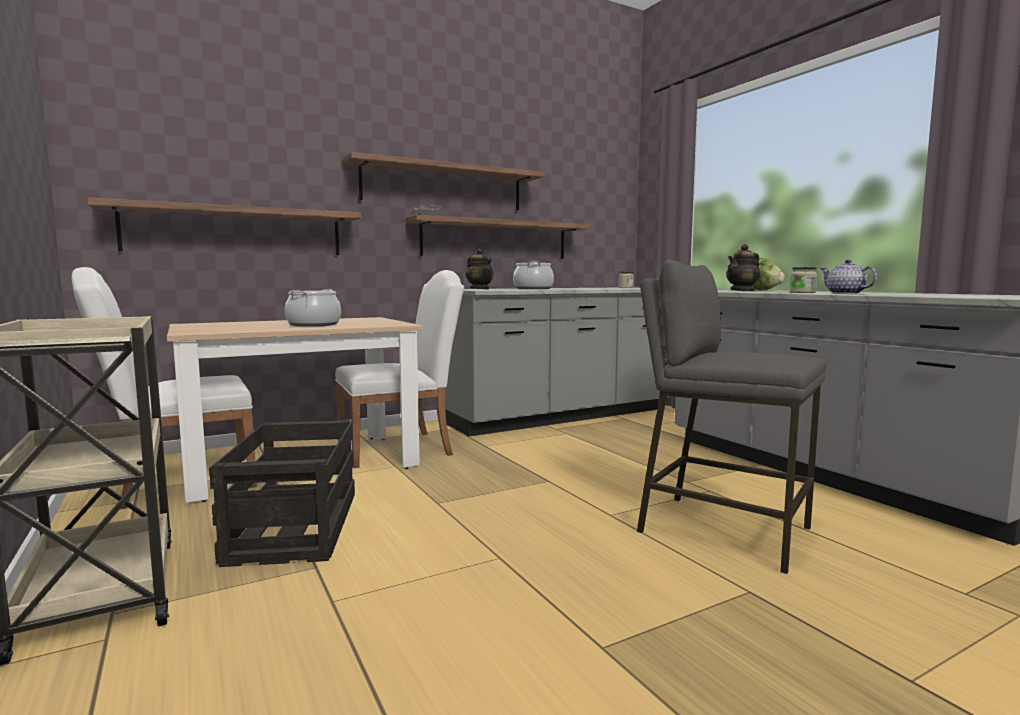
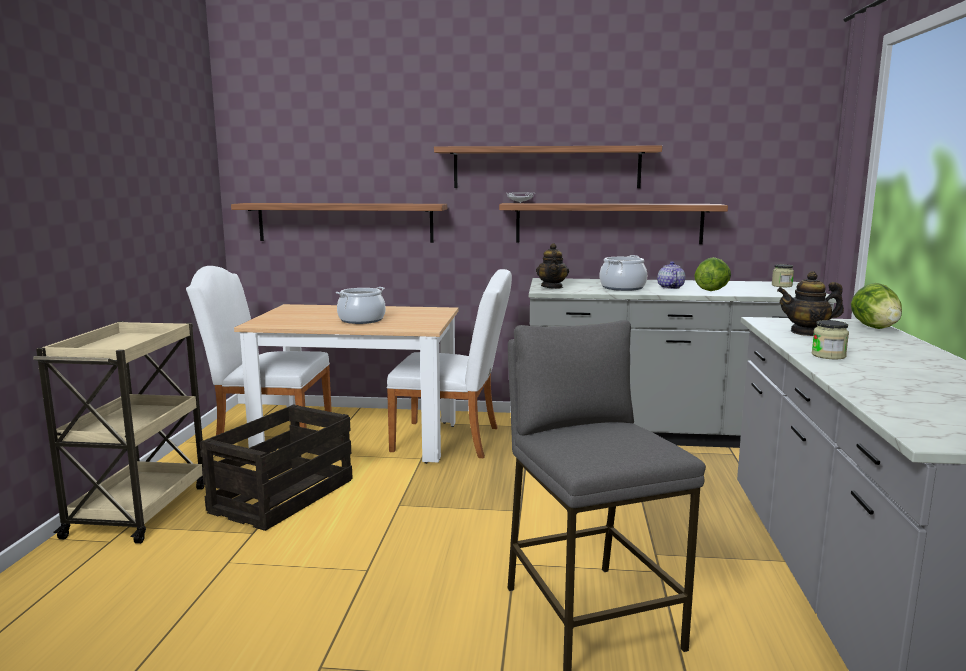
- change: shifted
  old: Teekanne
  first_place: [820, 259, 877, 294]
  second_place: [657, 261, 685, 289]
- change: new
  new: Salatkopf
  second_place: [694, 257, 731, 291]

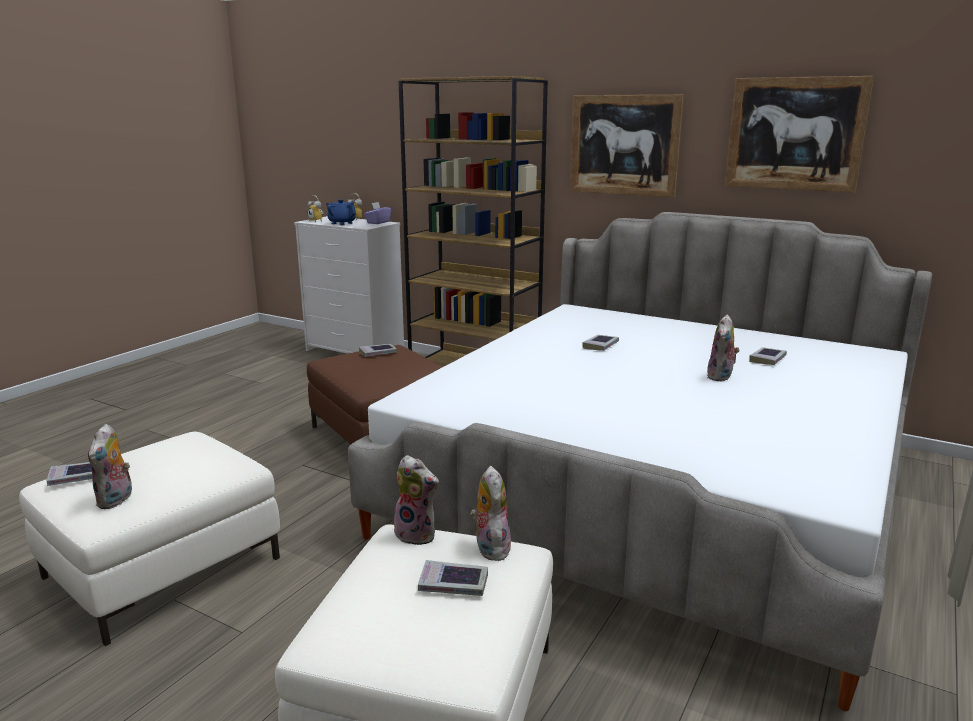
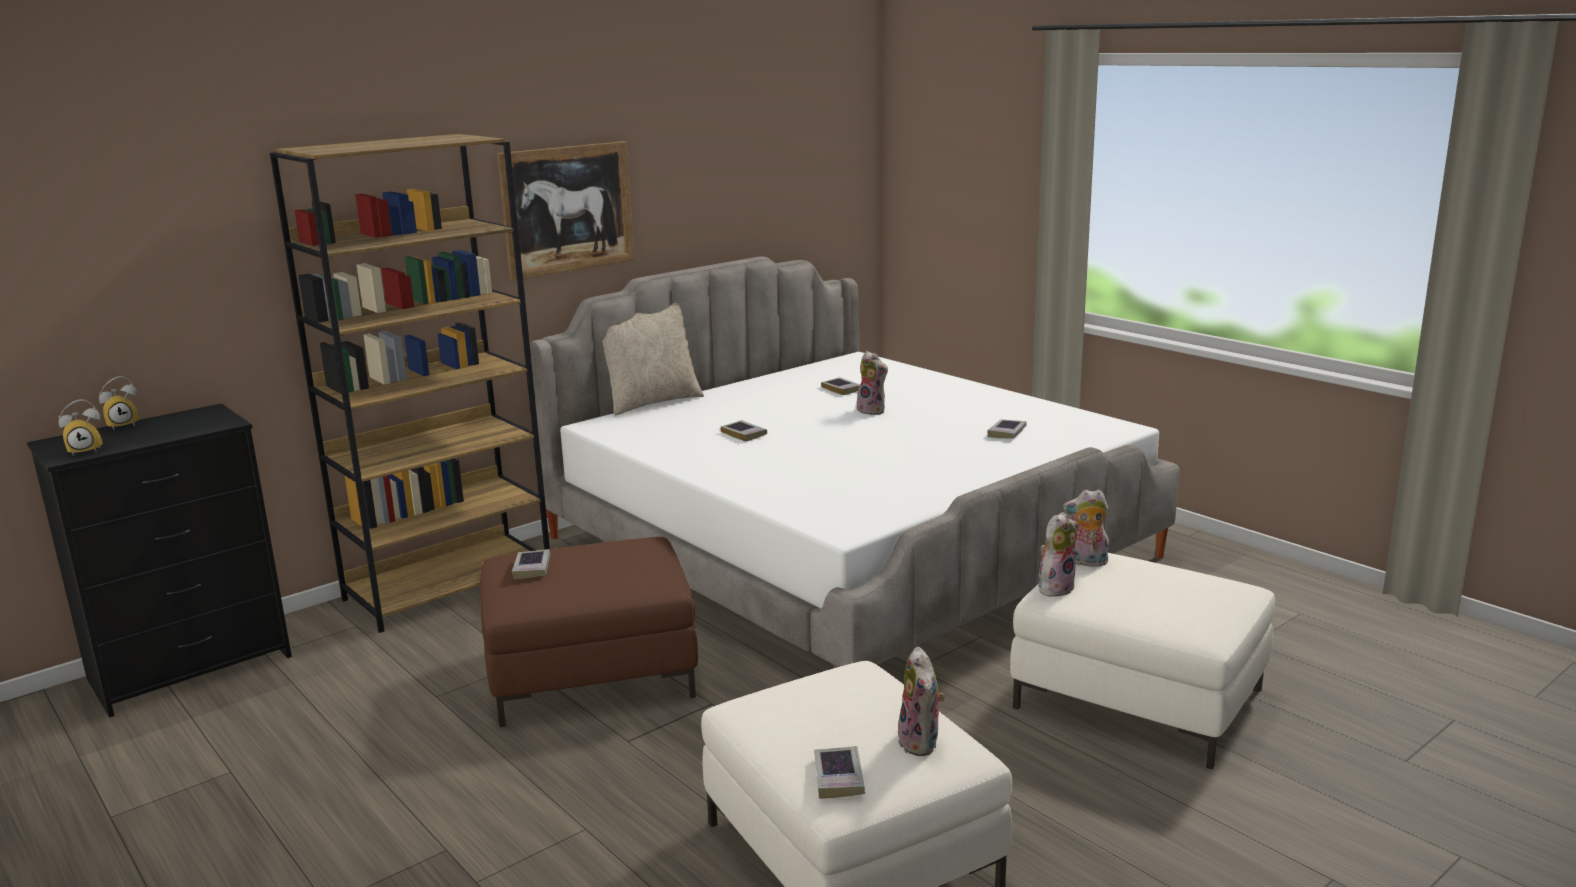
- change: repainted
  old: Kommode (weiß)
  new: Kommode (schwarz)
  first_place: [294, 216, 404, 354]
  second_place: [27, 403, 292, 717]
- change: new
  new: Kissen (beige)
  second_place: [603, 303, 704, 415]
- change: rotated
  old: Plüschtier
  first_place: [88, 424, 132, 509]
  second_place: [896, 647, 945, 756]
  degrees: 60
- change: shifted
  old: Buch
  first_place: [418, 560, 488, 596]
  second_place: [988, 419, 1027, 439]
- change: gone
  old: Teekanne (blau)
  first_place: [326, 199, 356, 225]
- change: gone
  old: Taschentuchbox (lila)
  first_place: [364, 202, 391, 224]
- change: gone
  old: Bild
  first_place: [725, 76, 874, 193]

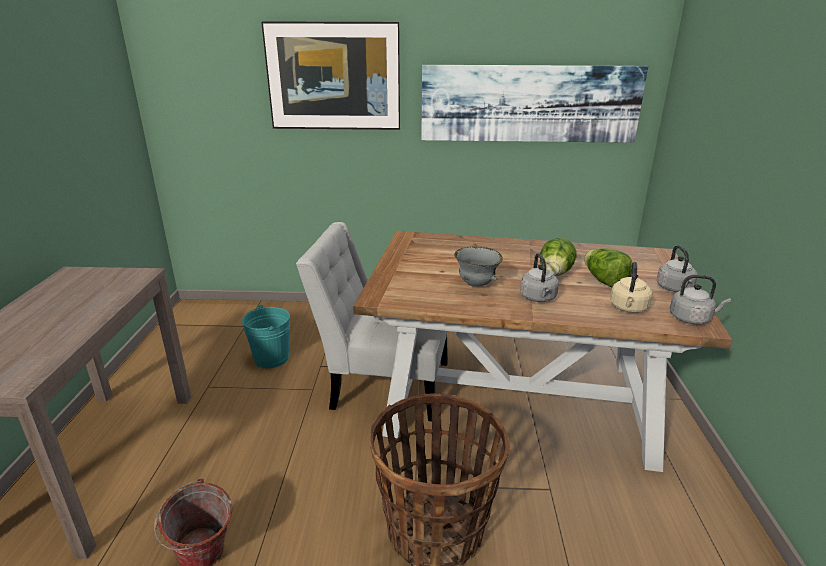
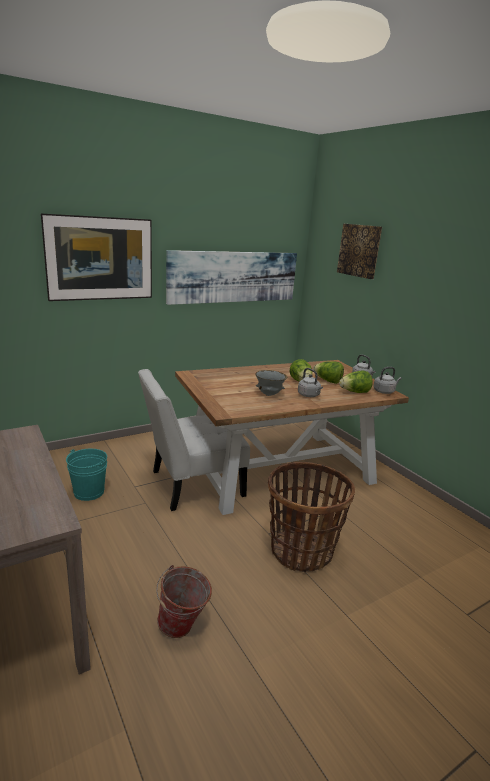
- change: new
  new: Bild
  second_place: [337, 224, 382, 279]
- change: swapped
  old: Wasserkessel (beige)
  new: Salatkopf
  first_place: [610, 262, 653, 313]
  second_place: [339, 371, 373, 393]

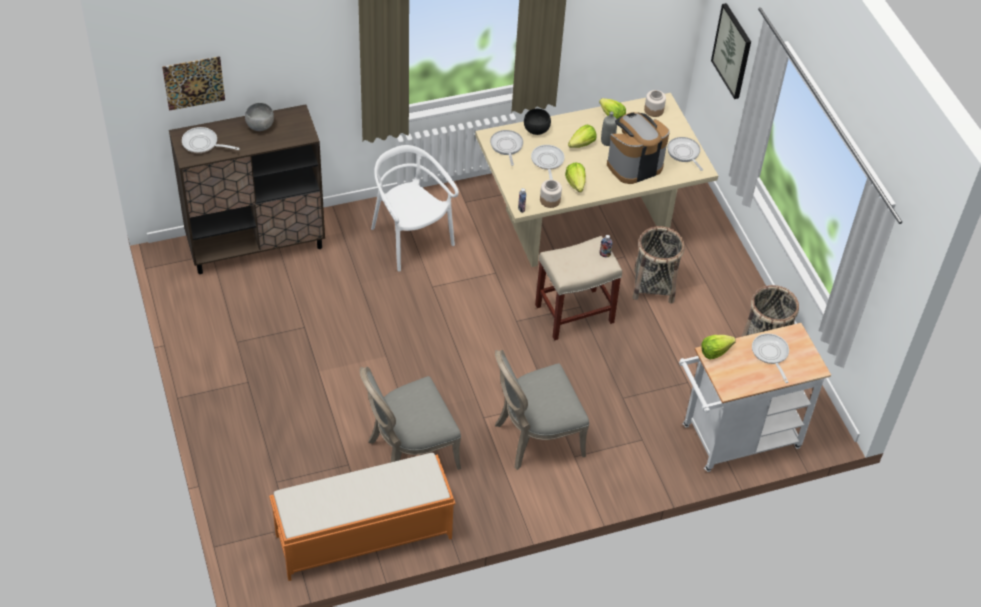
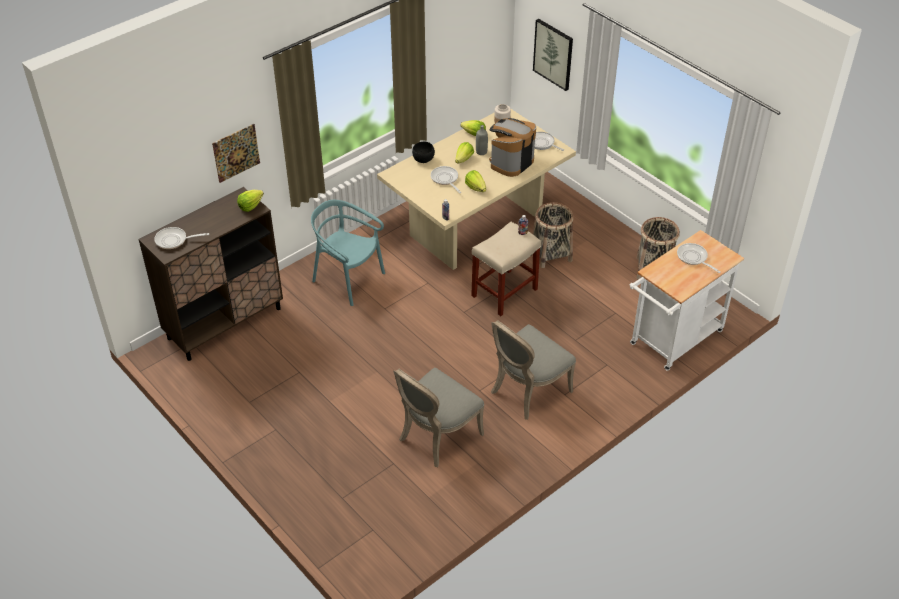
- change: shifted
  old: Bild
  first_place: [162, 56, 225, 111]
  second_place: [212, 124, 260, 183]
- change: shifted
  old: Salatkopf
  first_place: [701, 335, 736, 360]
  second_place: [237, 190, 264, 212]
- change: repainted
  old: Stuhl (weiß)
  new: Stuhl (türkis)
  first_place: [371, 145, 459, 271]
  second_place: [311, 200, 385, 306]
- change: gone
  old: Schüssel (grau)
  first_place: [245, 103, 274, 131]
- change: gone
  old: Bank (orange)
  first_place: [269, 453, 456, 581]
- change: gone
  old: Pfanne
  first_place: [490, 130, 523, 166]
- change: gone
  old: Vorratsglas
  first_place: [540, 180, 562, 208]

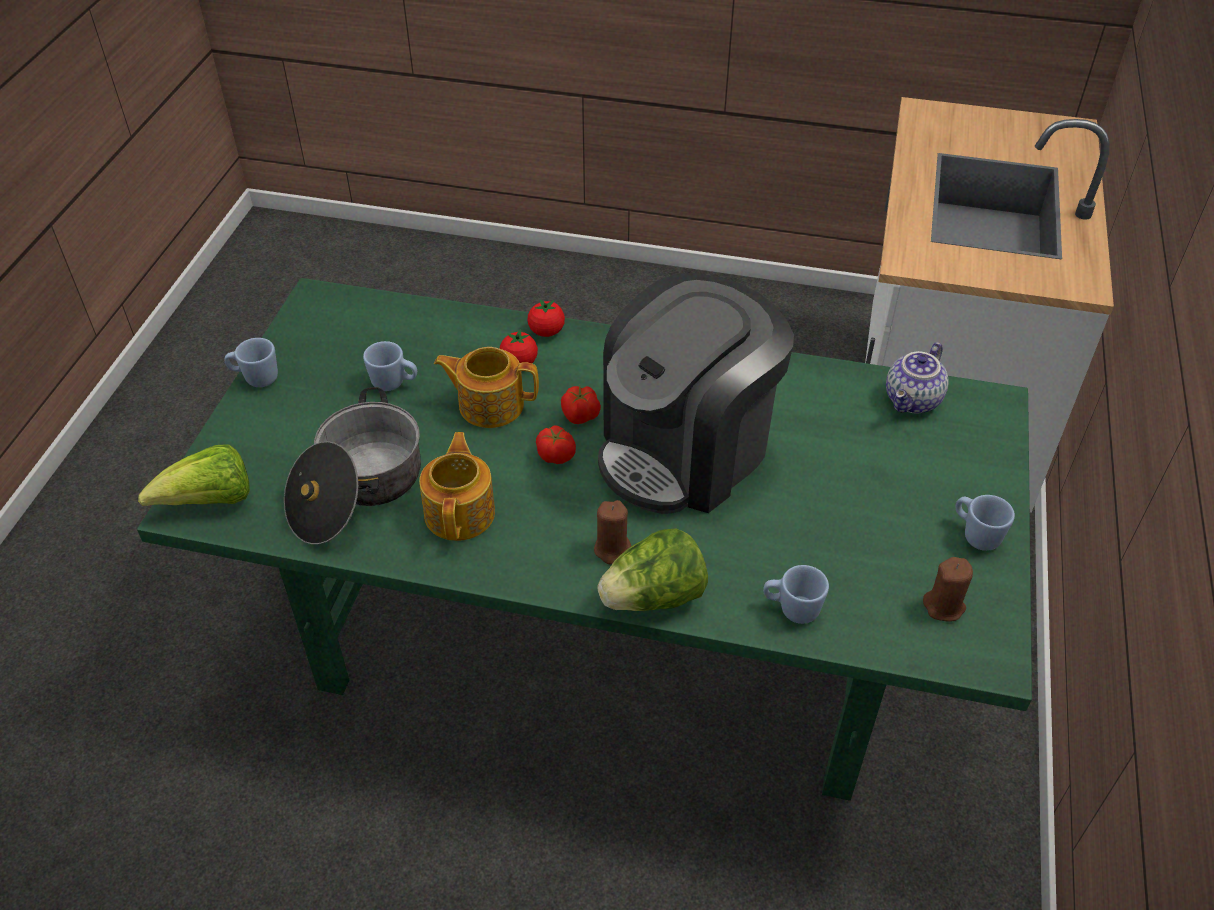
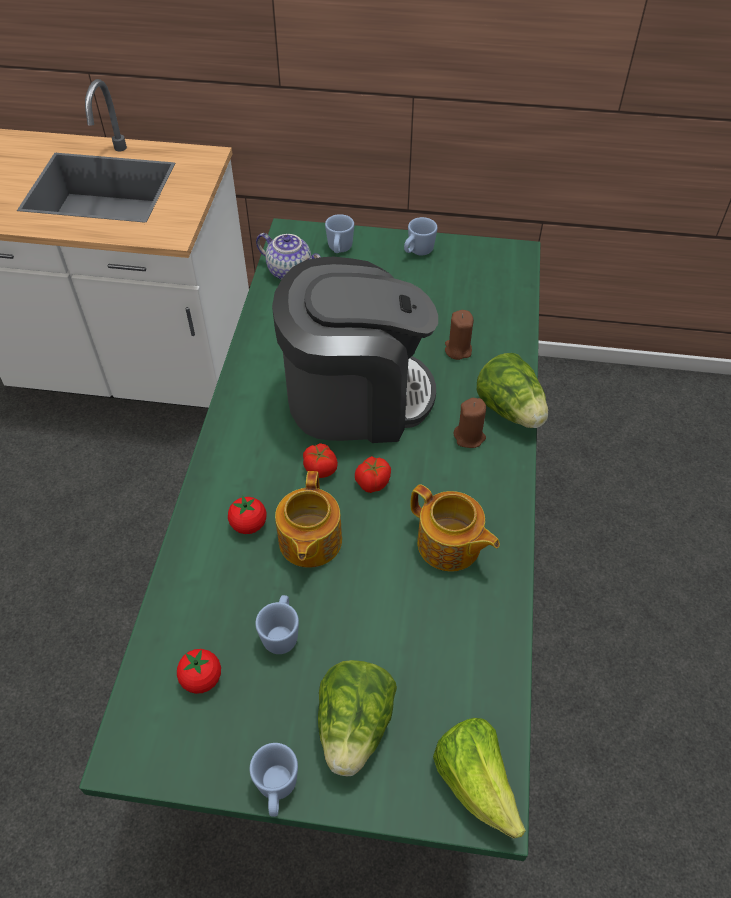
- change: shifted
  old: Tomate
  first_place: [528, 299, 565, 337]
  second_place: [177, 649, 221, 694]
- change: rotated
  old: Kaffeemaschine
  first_place: [598, 273, 794, 514]
  second_place: [272, 257, 438, 443]
  degrees: -45
- change: new
  new: Salatkopf
  second_place: [318, 660, 397, 776]
- change: shifted
  old: Henkelbecher (blau)
  first_place: [763, 565, 829, 624]
  second_place: [325, 214, 354, 253]
- change: rotated
  old: Teekanne
  first_place: [419, 432, 495, 541]
  second_place: [411, 484, 500, 572]
  degrees: -135
- change: shifted
  old: Kerze (braun)
  first_place: [923, 557, 973, 622]
  second_place: [445, 310, 474, 360]
- change: gone
  old: Kochtopf
  first_place: [284, 387, 421, 544]

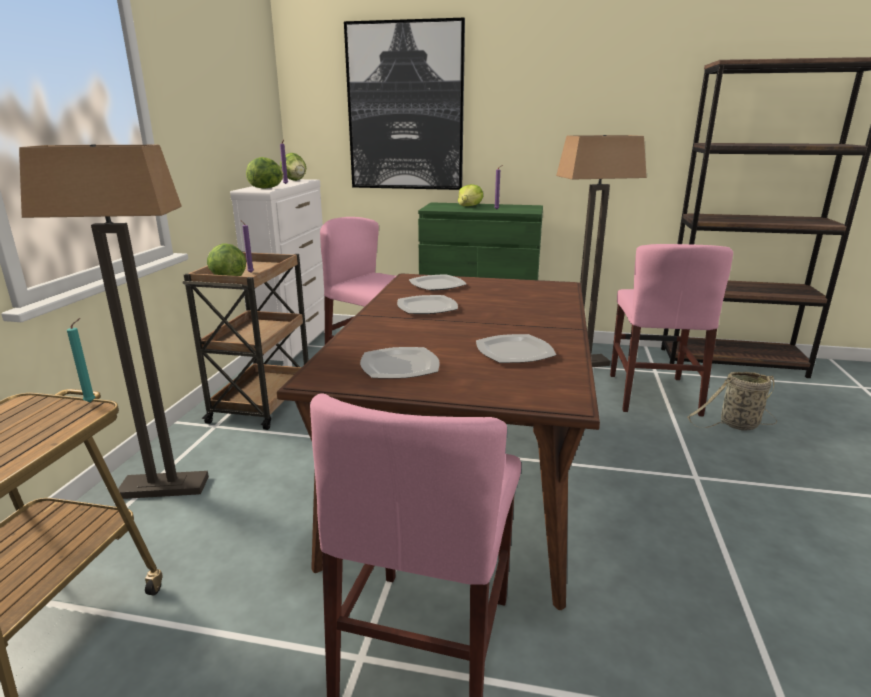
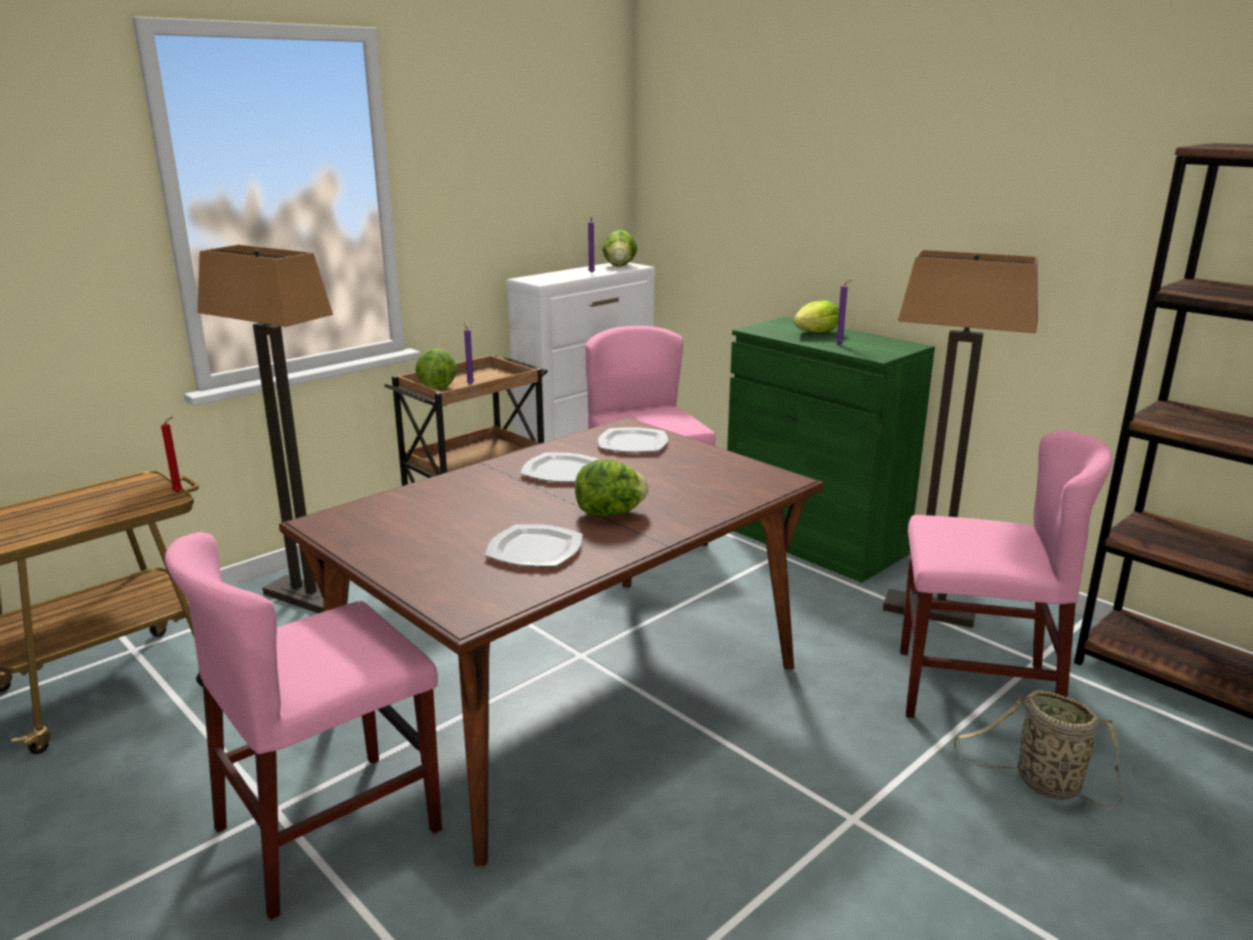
- change: repainted
  old: Kerze (türkis)
  new: Kerze (rot)
  first_place: [67, 318, 95, 402]
  second_place: [161, 417, 183, 492]
- change: shifted
  old: Salatkopf
  first_place: [246, 157, 284, 188]
  second_place: [575, 459, 648, 516]
- change: rotated
  old: Stuhl (rosa)
  first_place: [610, 244, 733, 417]
  second_place: [900, 430, 1112, 718]
  degrees: -120
- change: gone
  old: Bild
  first_place: [344, 18, 465, 190]
- change: gone
  old: Teller
  first_place: [360, 347, 440, 379]

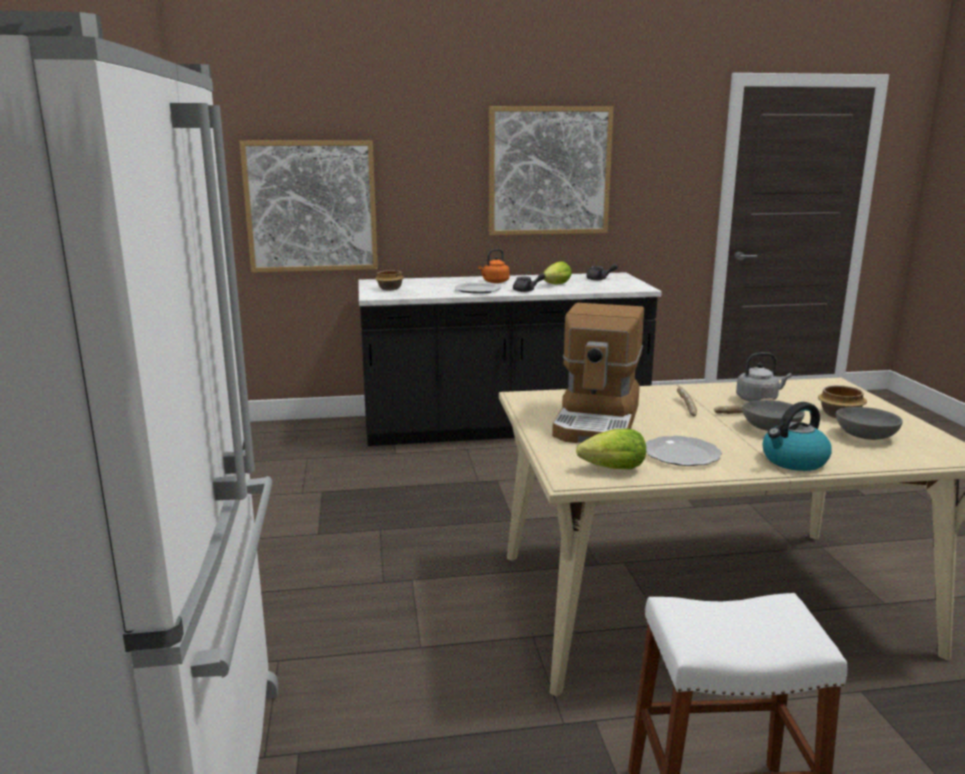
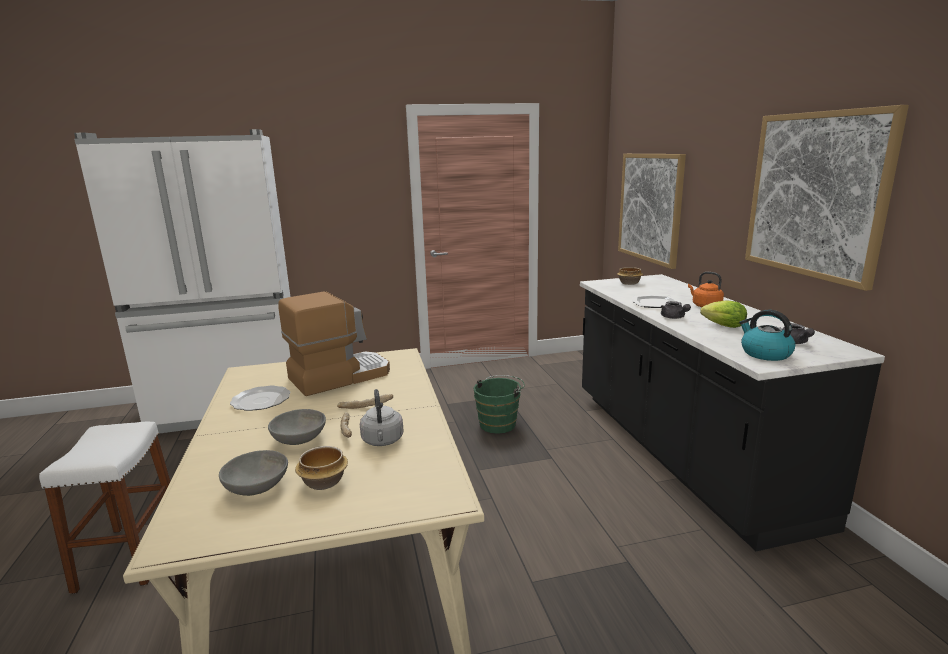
- change: rotated
  old: Kaffeemaschine
  first_place: [552, 303, 644, 443]
  second_place: [278, 291, 390, 396]
  degrees: 135
- change: new
  new: Eimer (grün)
  second_place: [473, 375, 525, 434]
- change: shifted
  old: Wasserkessel
  first_place: [763, 402, 832, 471]
  second_place: [739, 310, 795, 361]
- change: gone
  old: Salatkopf
  first_place: [576, 428, 646, 469]

